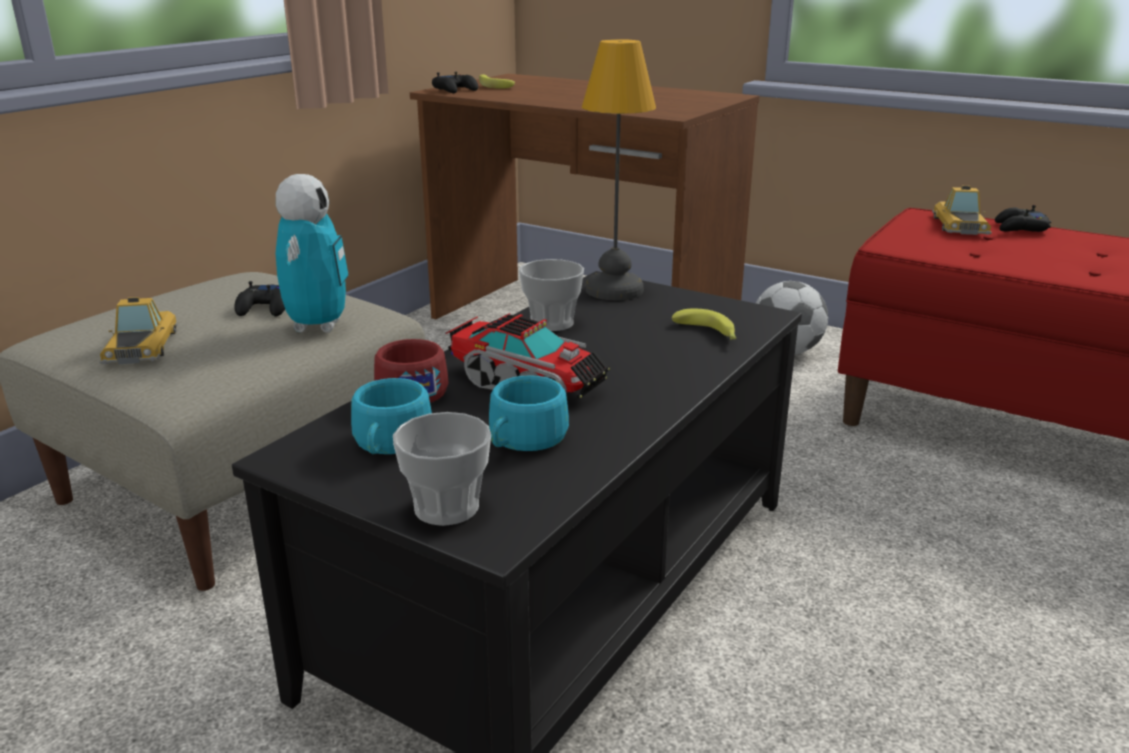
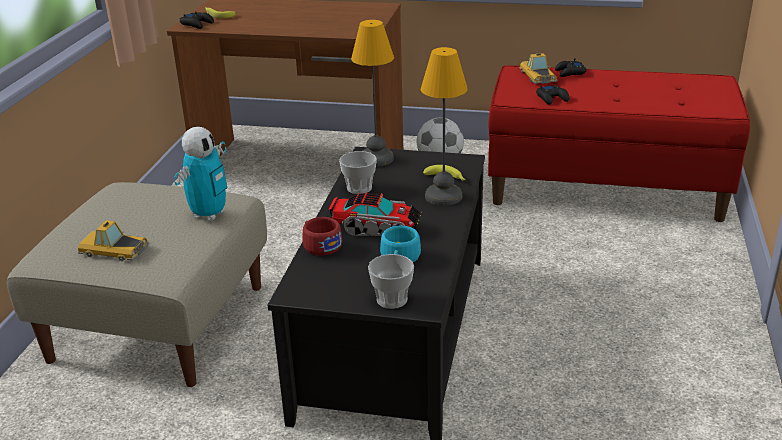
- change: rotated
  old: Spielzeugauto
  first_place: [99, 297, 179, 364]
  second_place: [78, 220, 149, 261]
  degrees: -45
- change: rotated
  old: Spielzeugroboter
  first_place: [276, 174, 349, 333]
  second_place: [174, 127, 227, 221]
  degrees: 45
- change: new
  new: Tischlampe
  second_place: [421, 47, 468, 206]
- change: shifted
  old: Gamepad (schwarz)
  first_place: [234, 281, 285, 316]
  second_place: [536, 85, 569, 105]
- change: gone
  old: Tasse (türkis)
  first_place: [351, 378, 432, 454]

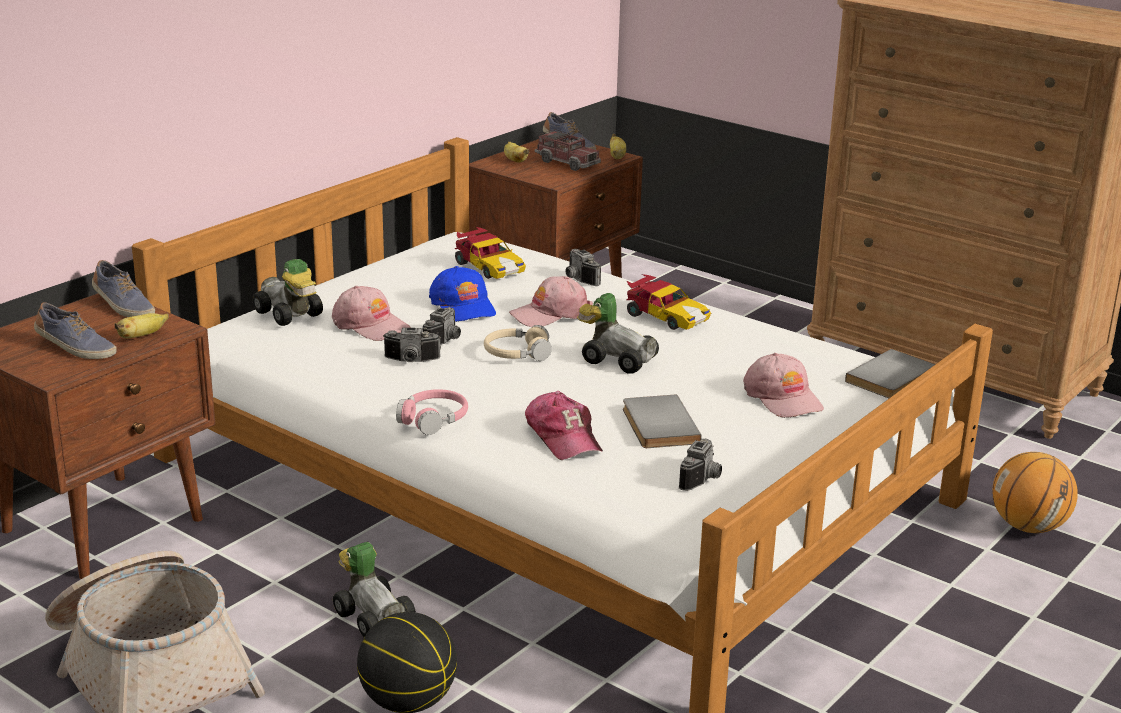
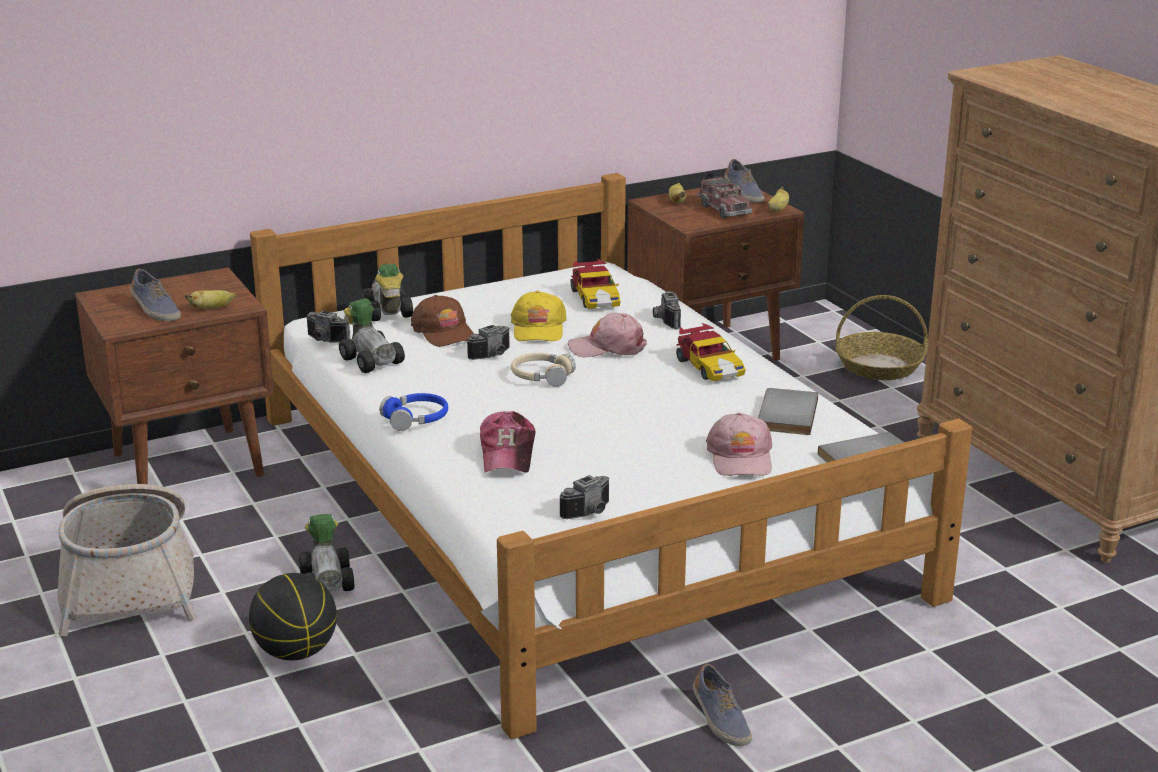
- change: shifted
  old: Kamera
  first_place: [383, 328, 441, 362]
  second_place: [306, 311, 350, 343]
- change: shifted
  old: Spielzeugauto
  first_place: [577, 293, 659, 374]
  second_place: [339, 298, 405, 373]
- change: repainted
  old: Kopfhörer (rosa)
  new: Kopfhörer (blau)
  first_place: [396, 389, 468, 435]
  second_place: [379, 393, 448, 431]
- change: repainted
  old: Kappe (rosa)
  new: Kappe (braun)
  first_place: [332, 286, 410, 341]
  second_place: [411, 295, 474, 347]
- change: repainted
  old: Kappe (blau)
  new: Kappe (gelb)
  first_place: [429, 266, 496, 322]
  second_place: [511, 290, 566, 341]
- change: shifted
  old: Schuh
  first_place: [92, 260, 155, 317]
  second_place: [693, 664, 752, 746]
- change: shifted
  old: Buch (grau)
  first_place: [623, 395, 702, 448]
  second_place: [758, 388, 818, 435]
- change: new
  new: Korb
  second_place: [835, 295, 928, 380]
- change: gone
  old: Basketball
  first_place: [992, 452, 1078, 533]

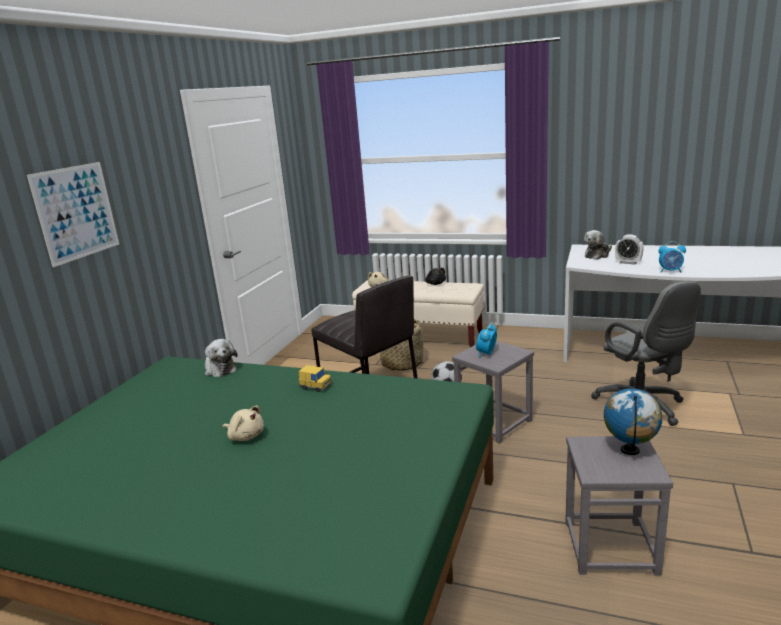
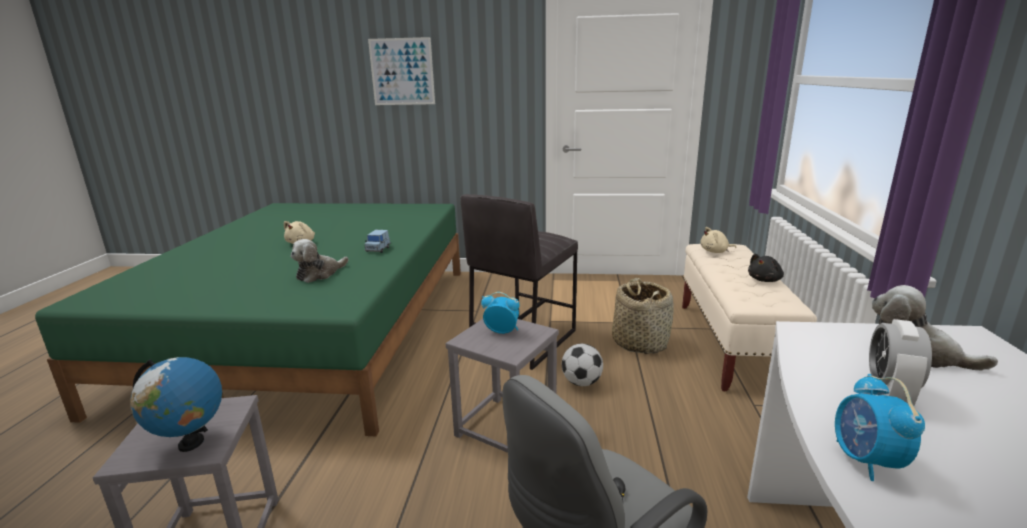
- change: shifted
  old: Plüschtier
  first_place: [204, 339, 238, 377]
  second_place: [291, 239, 348, 283]
- change: repainted
  old: Spielzeugauto (gelb)
  new: Spielzeugauto (blau)
  first_place: [299, 365, 332, 392]
  second_place: [364, 230, 391, 253]

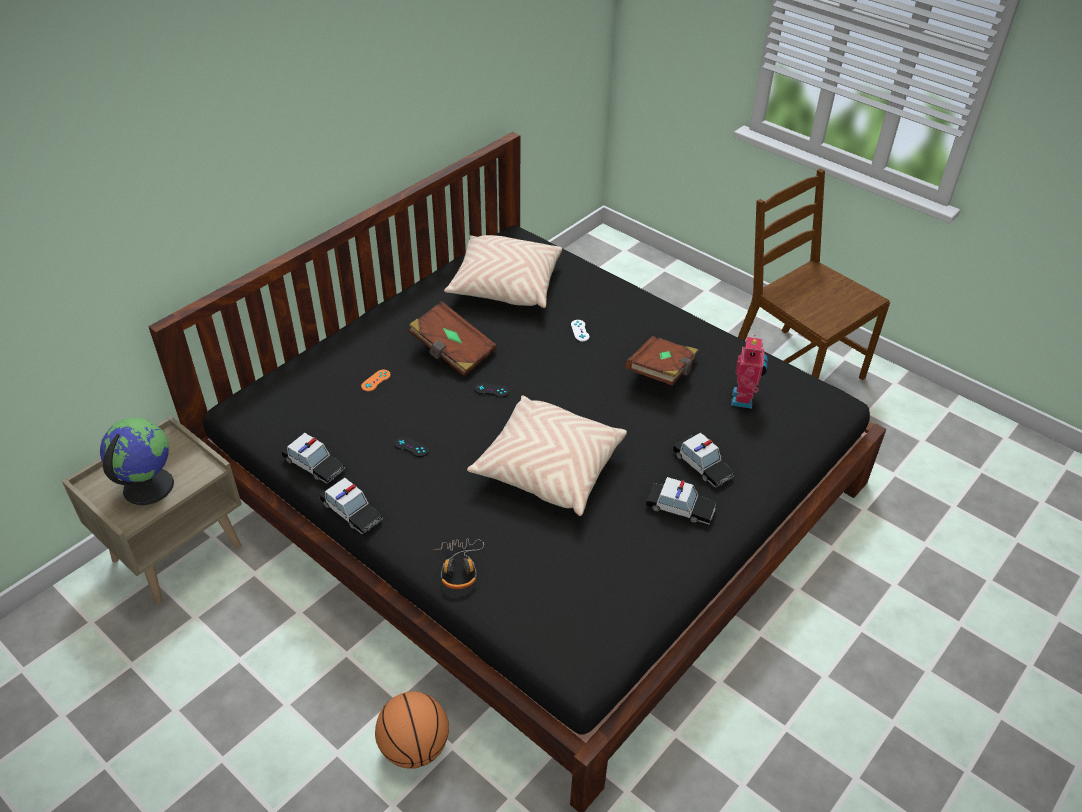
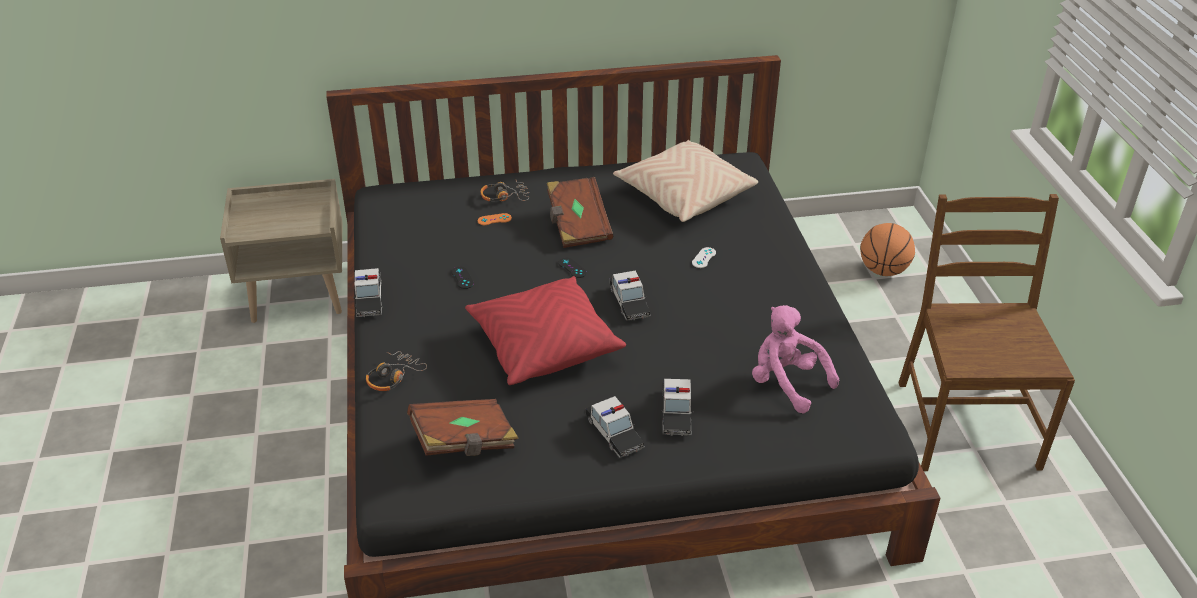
- change: shifted
  old: Buch (braun)
  first_place: [625, 336, 699, 386]
  second_place: [407, 399, 519, 456]
- change: repainted
  old: Kissen (beige)
  new: Kissen (rot)
  first_place: [467, 395, 627, 516]
  second_place: [465, 276, 626, 385]
- change: new
  new: Kopfhörer
  second_place: [481, 180, 529, 201]
- change: shifted
  old: Spielzeugauto
  first_place: [281, 433, 345, 484]
  second_place: [610, 271, 651, 321]
- change: swapped
  old: Spielzeugroboter
  new: Plüschtier (rosa)
  first_place: [731, 335, 768, 409]
  second_place: [752, 305, 839, 413]
- change: shifted
  old: Basketball
  first_place: [375, 691, 449, 769]
  second_place: [860, 223, 915, 276]
- change: gone
  old: Globus
  first_place: [100, 418, 174, 505]

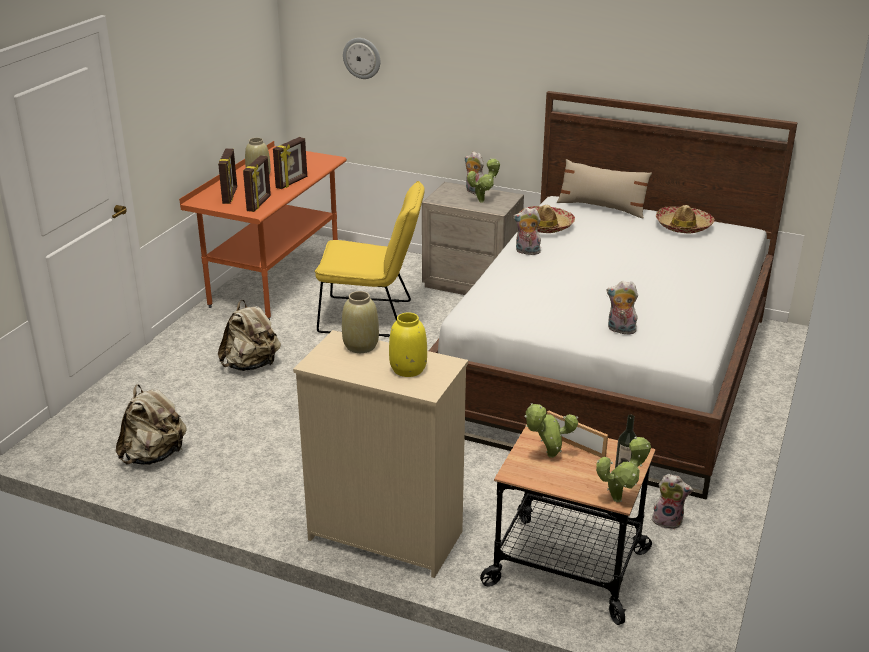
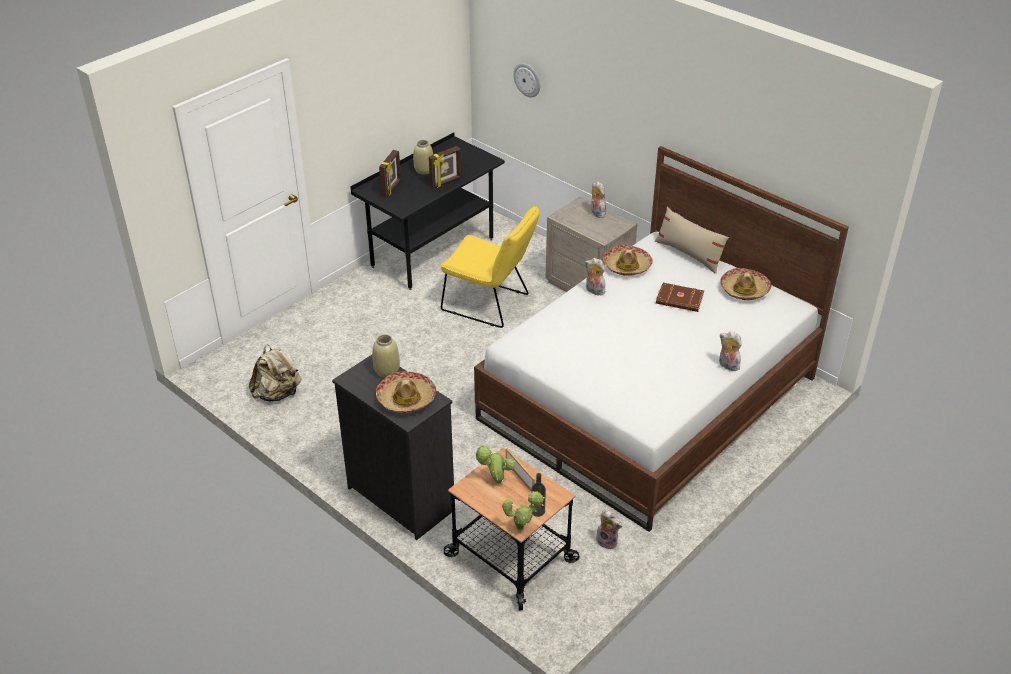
- change: repainted
  old: Kommode (beige)
  new: Kommode (schwarz)
  first_place: [293, 330, 468, 578]
  second_place: [332, 355, 454, 540]
- change: repainted
  old: Schreibtisch (orange)
  new: Schreibtisch (schwarz)
  first_place: [179, 141, 347, 320]
  second_place: [350, 132, 505, 290]
- change: swapped
  old: Vase (gelb)
  new: Hut
  first_place: [389, 312, 427, 377]
  second_place: [376, 371, 436, 413]
- change: new
  new: Buch (braun)
  second_place: [656, 283, 704, 312]
- change: shifted
  old: Plüschtier
  first_place: [607, 281, 638, 335]
  second_place: [719, 331, 742, 371]
- change: gone
  old: Rucksack (beige)
  first_place: [218, 300, 281, 371]
- change: gone
  old: Bilderrahmen
  first_place: [243, 155, 271, 212]
- change: gone
  old: Topfpflanze
  first_place: [467, 158, 500, 202]

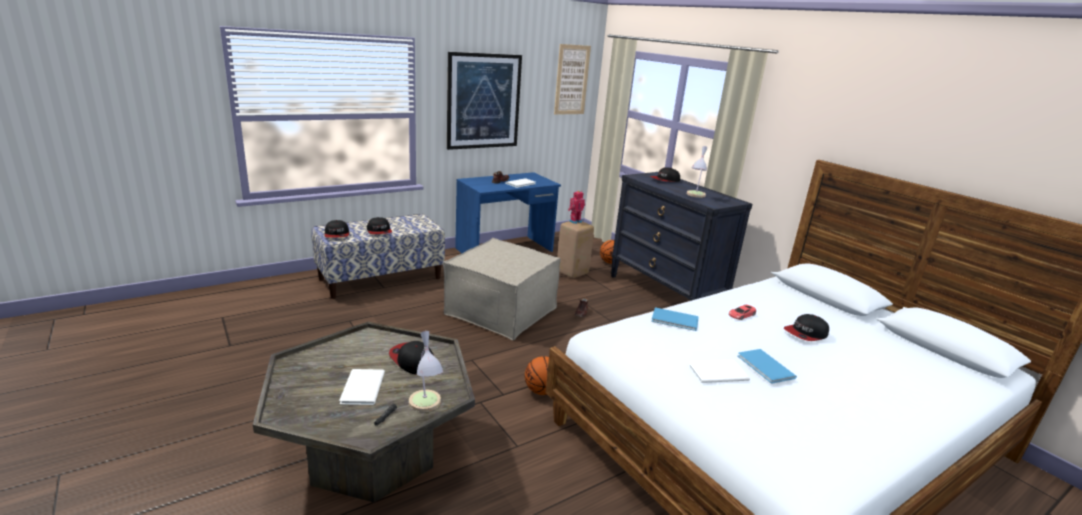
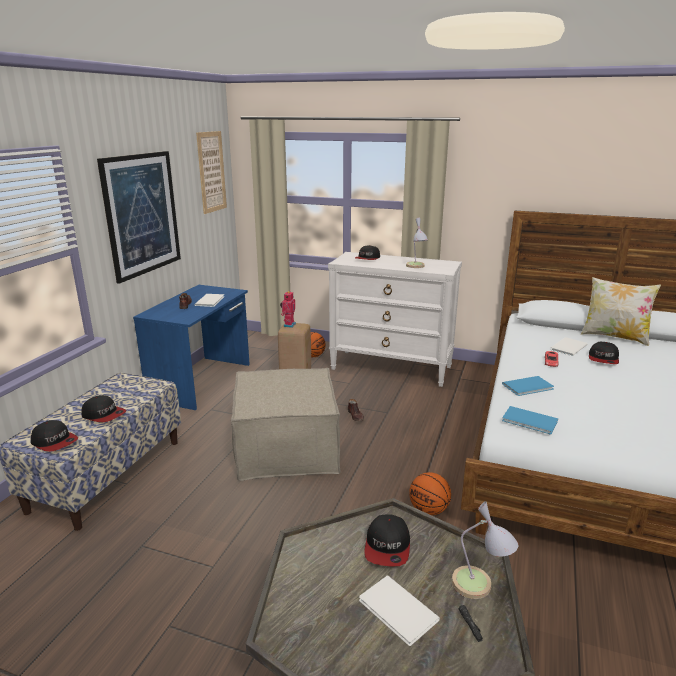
- change: repainted
  old: Kommode (schwarz)
  new: Kommode (weiß)
  first_place: [611, 172, 752, 301]
  second_place: [328, 252, 462, 387]
- change: rotated
  old: Kappe
  first_place: [389, 341, 434, 375]
  second_place: [364, 514, 410, 566]
  degrees: -90
- change: shifted
  old: Buch (blau)
  first_place: [737, 349, 797, 384]
  second_place: [502, 406, 558, 435]
- change: shifted
  old: Buch (weiß)
  first_place: [688, 360, 750, 383]
  second_place: [551, 337, 587, 356]
- change: new
  new: Kissen
  second_place: [581, 277, 661, 346]

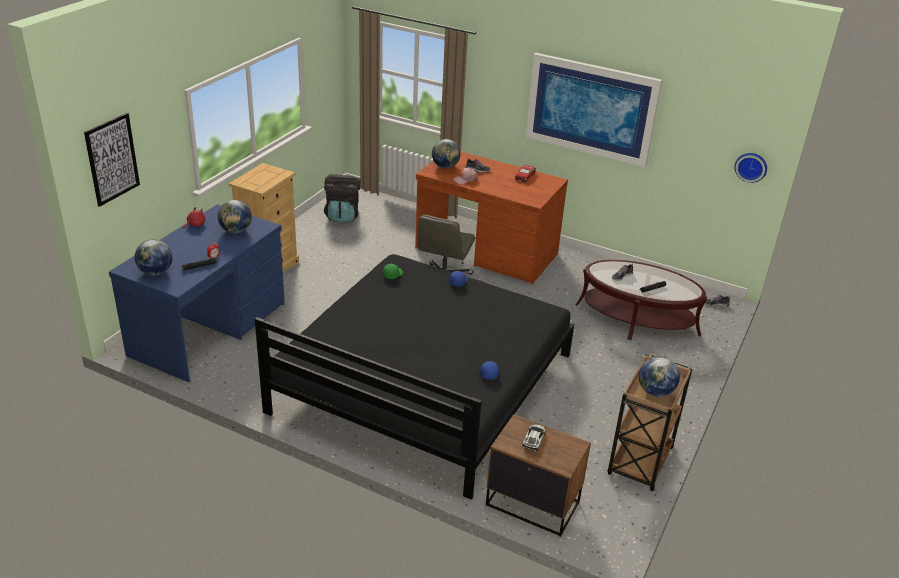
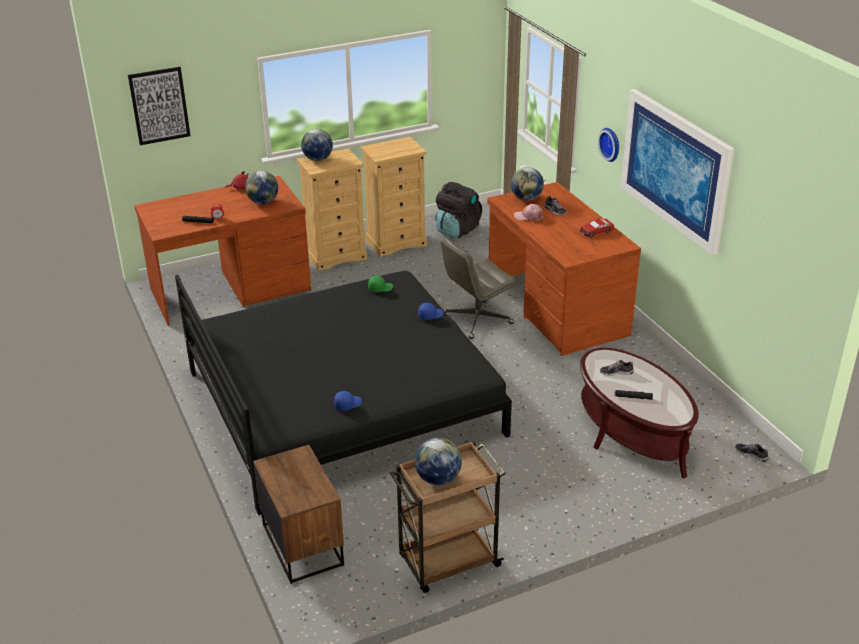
- change: repainted
  old: Schreibtisch (blau)
  new: Schreibtisch (braun)
  first_place: [109, 204, 285, 382]
  second_place: [134, 176, 311, 326]
- change: shifted
  old: Globus
  first_place: [135, 239, 172, 276]
  second_place: [301, 129, 333, 161]
- change: new
  new: Kommode (beige)
  second_place: [360, 137, 427, 257]
- change: shifted
  old: Wanduhr
  first_place: [734, 153, 767, 183]
  second_place: [598, 128, 619, 162]
- change: gone
  old: Spielzeugauto
  first_place: [522, 424, 546, 451]

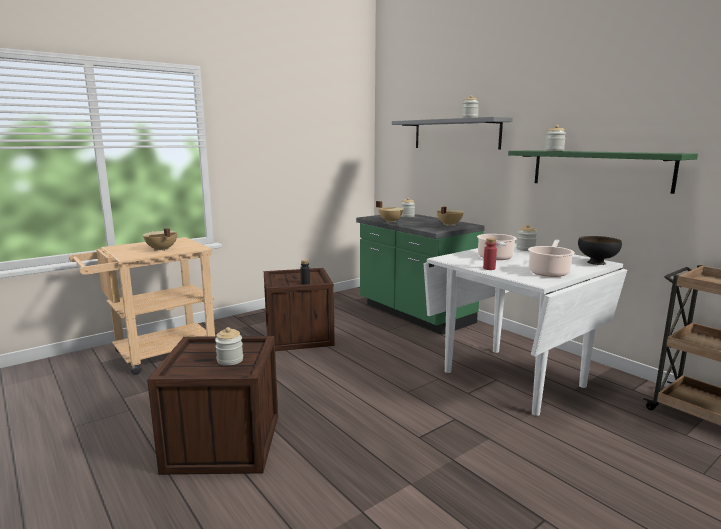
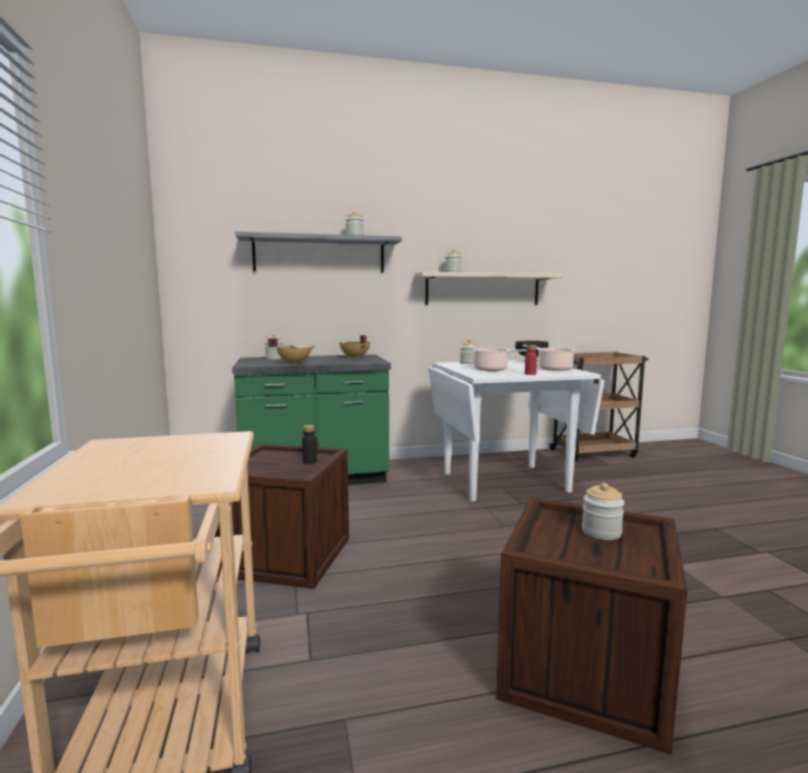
- change: repainted
  old: Wandregal (grün)
  new: Wandregal (beige)
  first_place: [508, 150, 698, 194]
  second_place: [414, 272, 563, 305]
- change: gone
  old: Kochtopf (beige)
  first_place: [143, 228, 177, 251]

